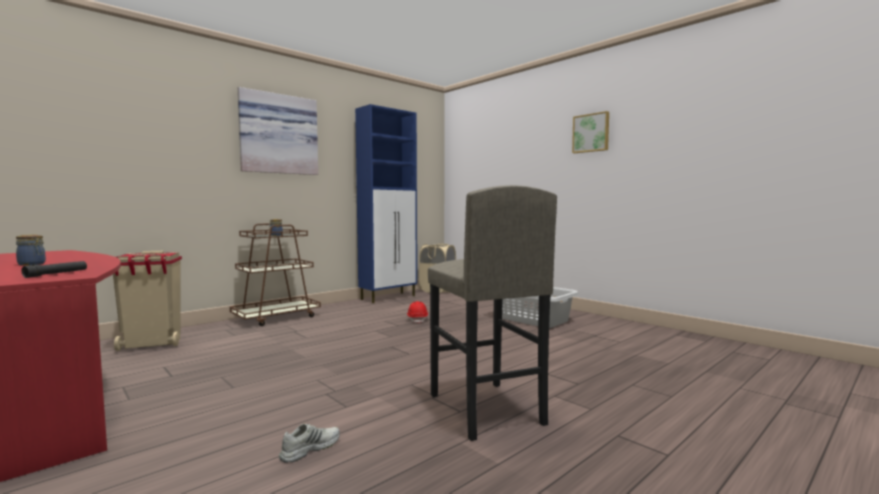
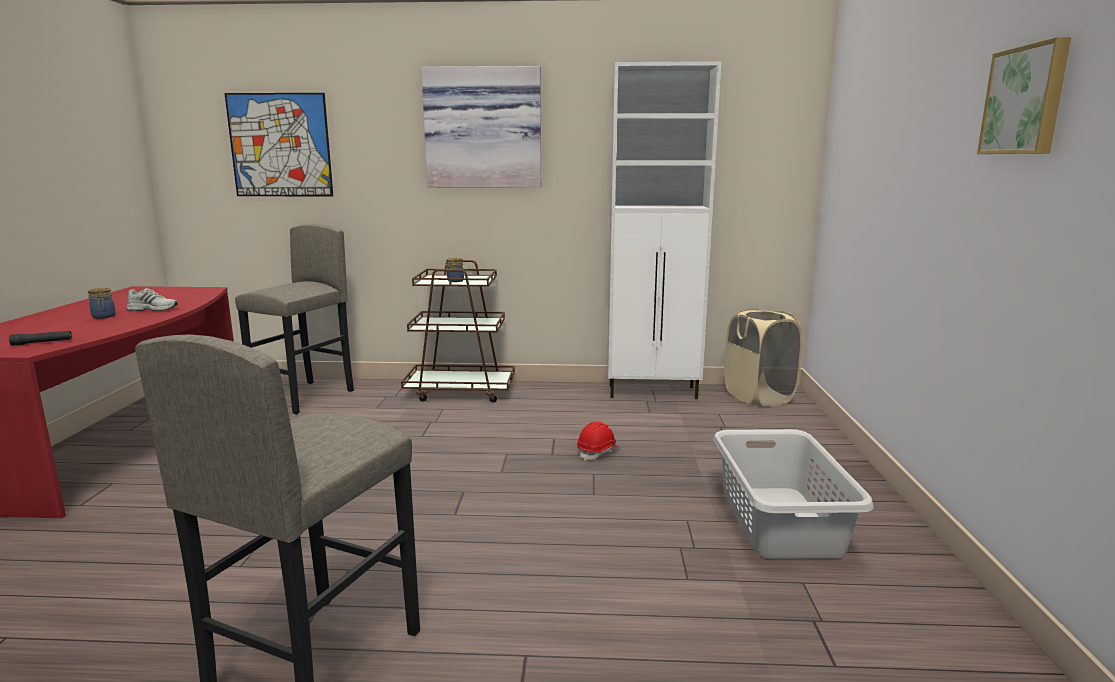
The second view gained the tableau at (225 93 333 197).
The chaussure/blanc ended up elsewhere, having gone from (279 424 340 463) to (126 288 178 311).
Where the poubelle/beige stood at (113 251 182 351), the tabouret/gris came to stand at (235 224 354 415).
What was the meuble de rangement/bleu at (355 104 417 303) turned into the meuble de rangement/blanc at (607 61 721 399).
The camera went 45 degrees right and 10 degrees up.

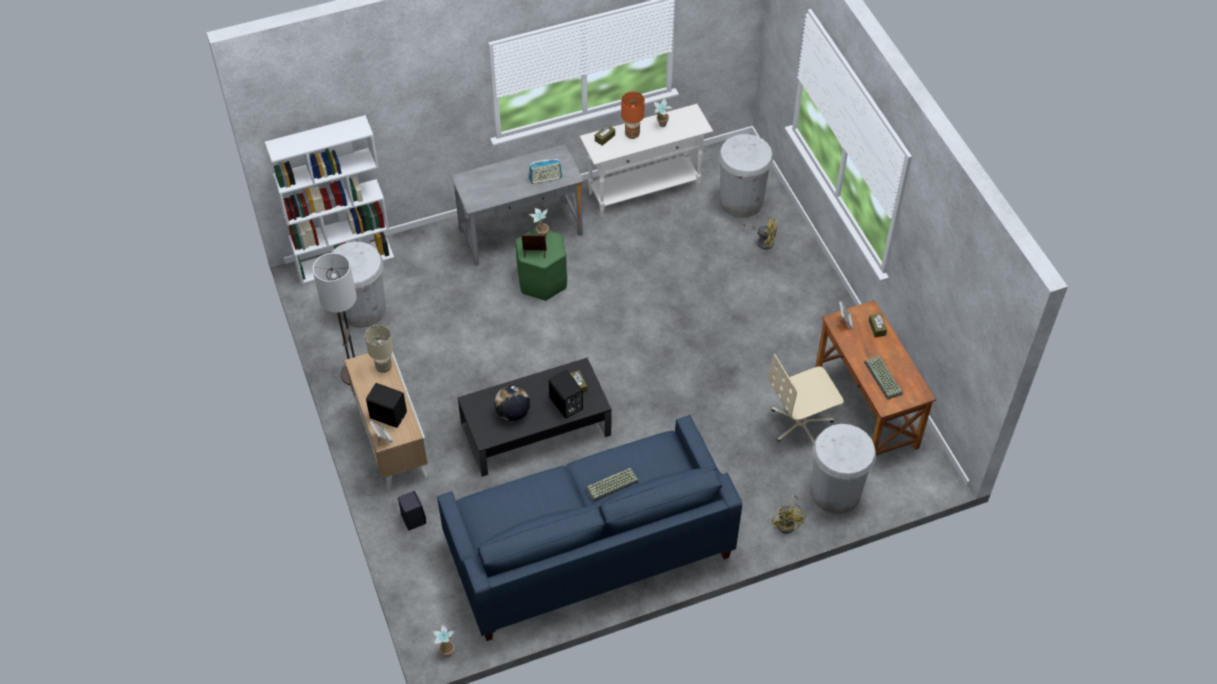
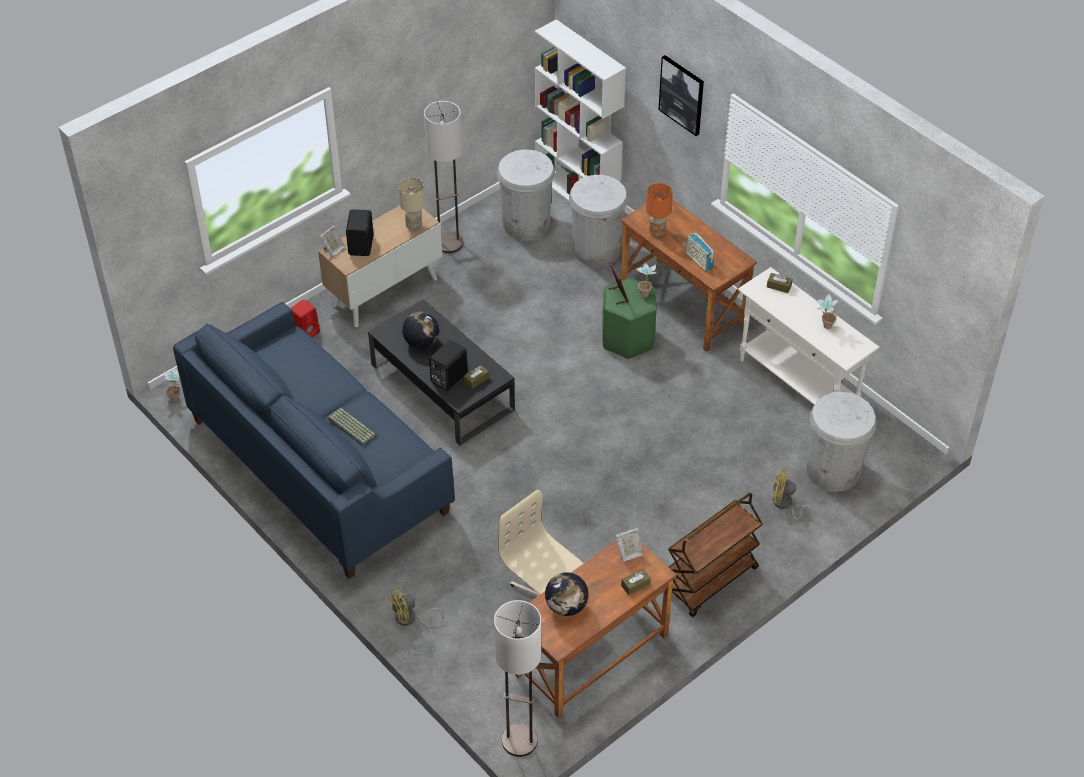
The second view gained the lampadaire at (494 600 541 757).
The second view gained the tableau at (658 55 704 136).
The second view gained the chariot/marron at (668 493 763 617).
The lampe de table/orange ended up elsewhere, having gone from (621 91 645 139) to (646 183 673 237).
The poubelle/blanc ended up elsewhere, having gone from (810 424 876 514) to (569 175 628 267).
Where the clavier stood at (864 356 903 400), the globe came to stand at (545 572 589 616).
What was the enceinte/noir at (398 491 426 531) turned into the enceinte/rouge at (290 299 320 337).
What was the bureau/gris at (451 144 584 266) turned into the bureau/marron at (620 200 757 352).
The ventilateur/jaune at (743 217 777 250) ended up facing another way, 105 degrees clockwise from before.
The camera went 70 degrees right and 5 degrees down.

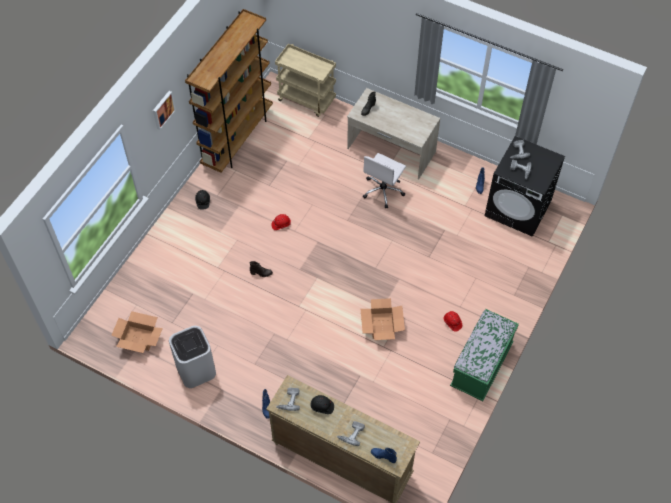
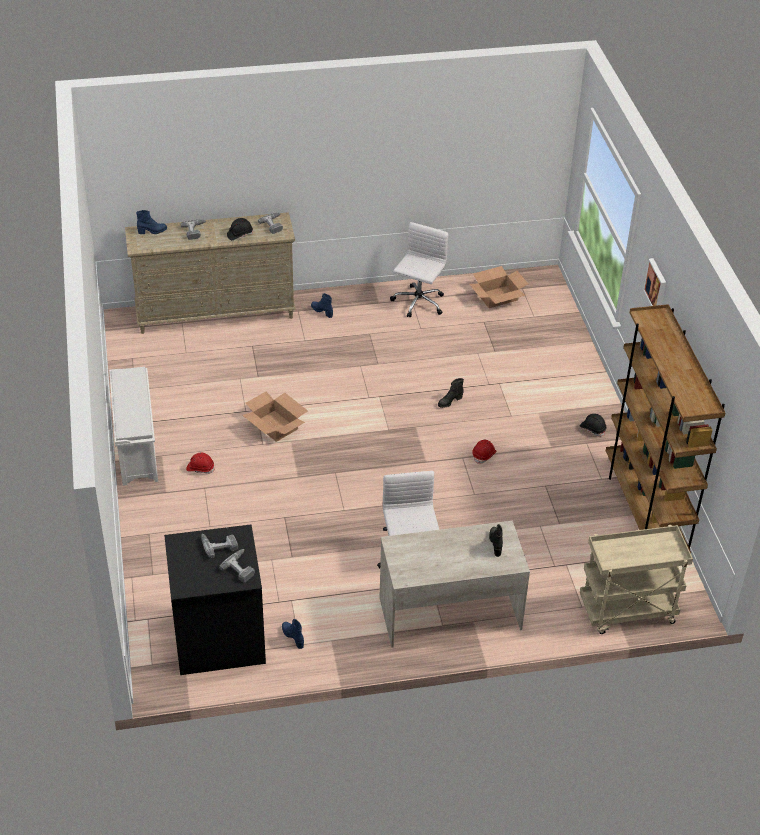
Where the poubelle/blanc stood at (169 326 216 388), the chaise de bureau/blanc came to stand at (390 222 448 318).
Where the banc/vert stood at (450 309 519 401), the étagère à chaussures/blanc came to stand at (109 367 158 486).
The camera went 140 degrees right and 15 degrees down.

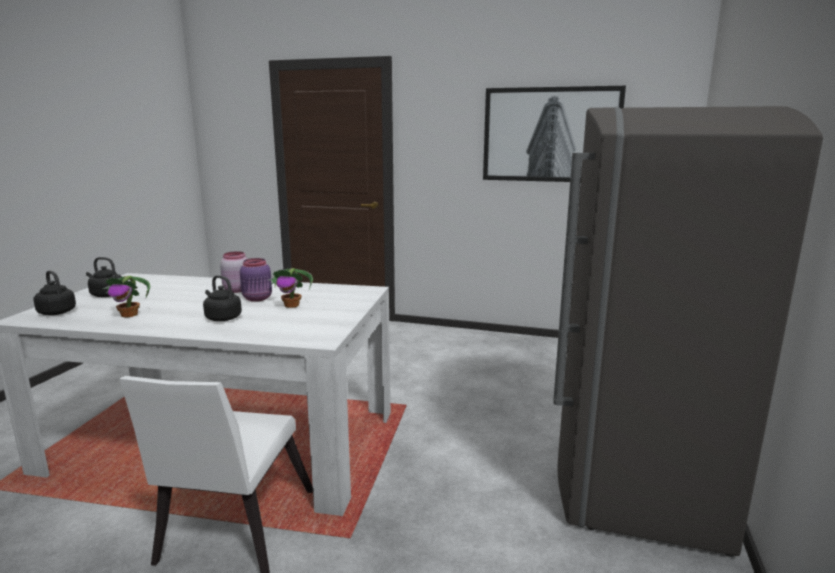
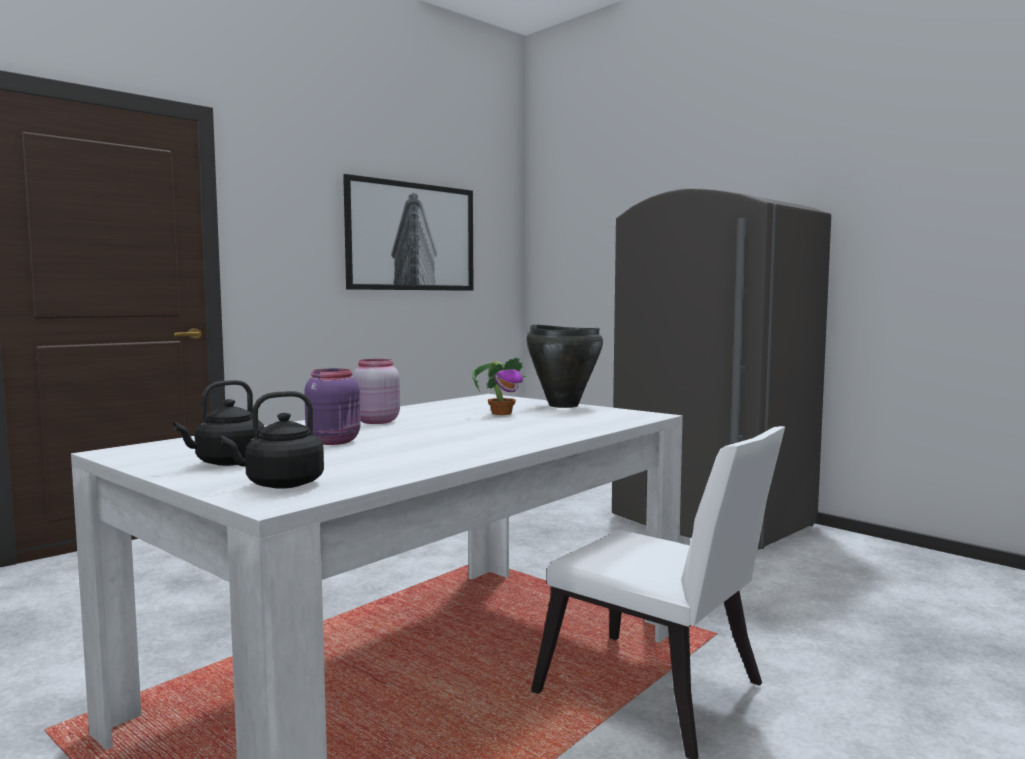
The second view lost the plante en pot at (103 276 150 317).
The second view lost the bouilloire/noir at (203 275 242 321).
The second view gained the marmite/noir at (526 324 603 408).
The bocal/violet ended up elsewhere, having gone from (240 258 272 302) to (304 368 360 445).
The camera went 60 degrees left and 10 degrees down.

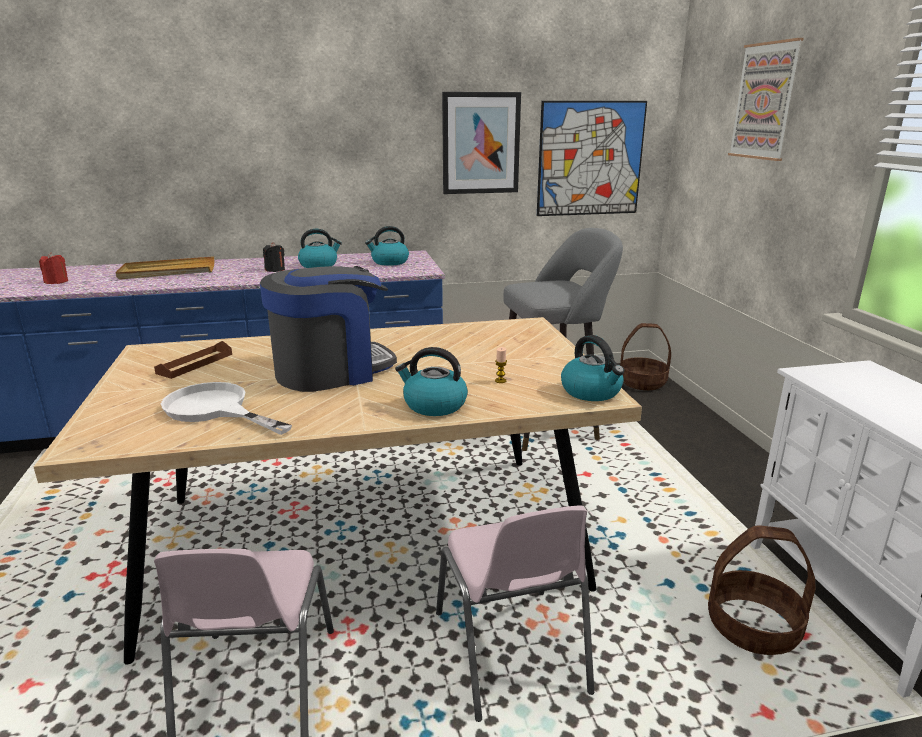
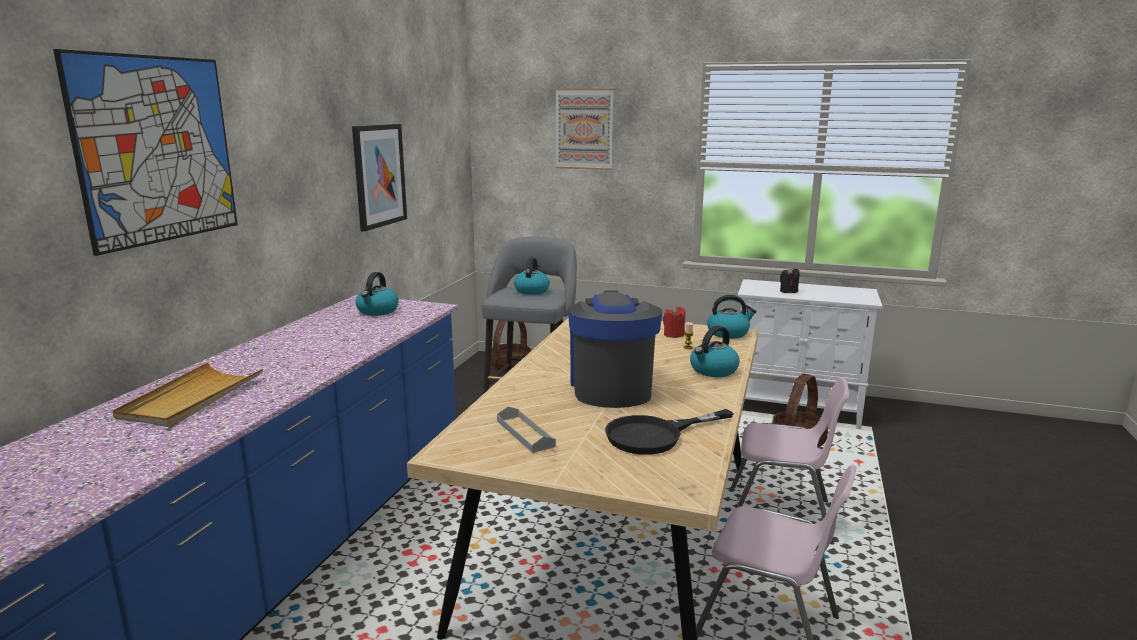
The bougie/rouge ended up elsewhere, having gone from (39 252 68 284) to (663 306 685 338).
The bougie/noir ended up elsewhere, having gone from (263 242 285 272) to (780 267 799 293).
The bouilloire ended up elsewhere, having gone from (298 229 342 268) to (514 257 550 295).
The tableau ended up elsewhere, having gone from (537 101 647 216) to (53 49 238 256).
What was the plateau/marron at (154 341 232 379) turned into the plateau/gris at (497 407 556 453).
What was the poêle/blanc at (161 382 292 435) turned into the poêle/noir at (605 409 734 454).
The camera went 60 degrees left and 5 degrees down.

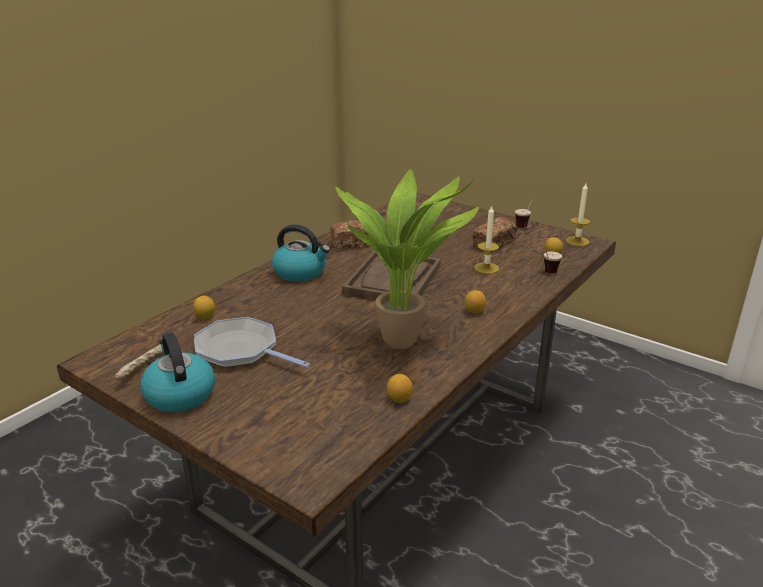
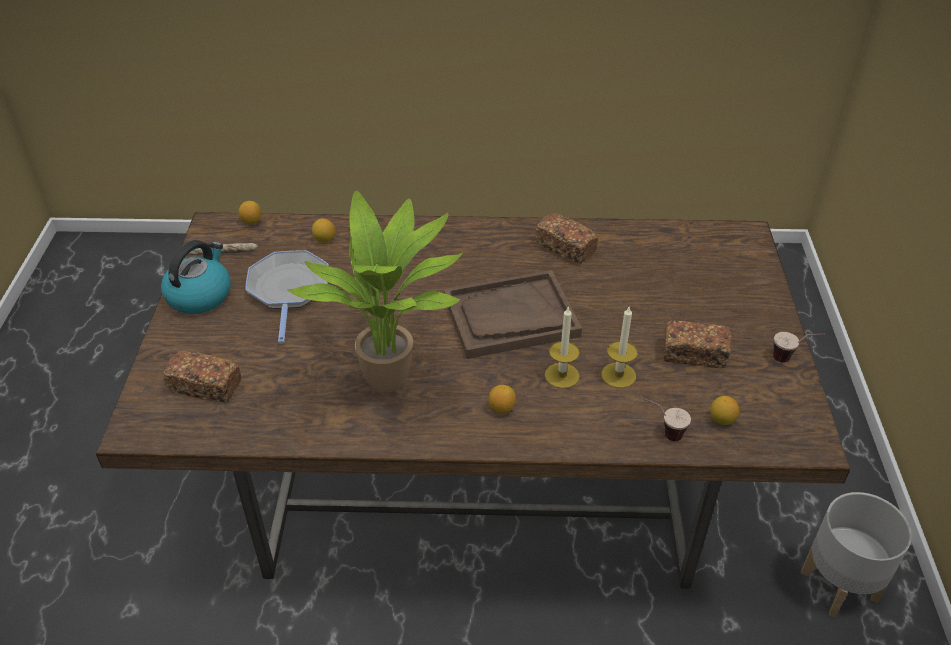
The second view lost the bouilloire at (272 224 330 282).
The second view gained the pain at (163 351 241 403).
The second view gained the cache-pot/gris at (801 492 912 617).
The citron ended up elsewhere, having gone from (387 374 413 403) to (238 201 261 225).
The bougie ended up elsewhere, having gone from (566 183 591 246) to (545 306 580 389).
The camera went 55 degrees right and 15 degrees up.

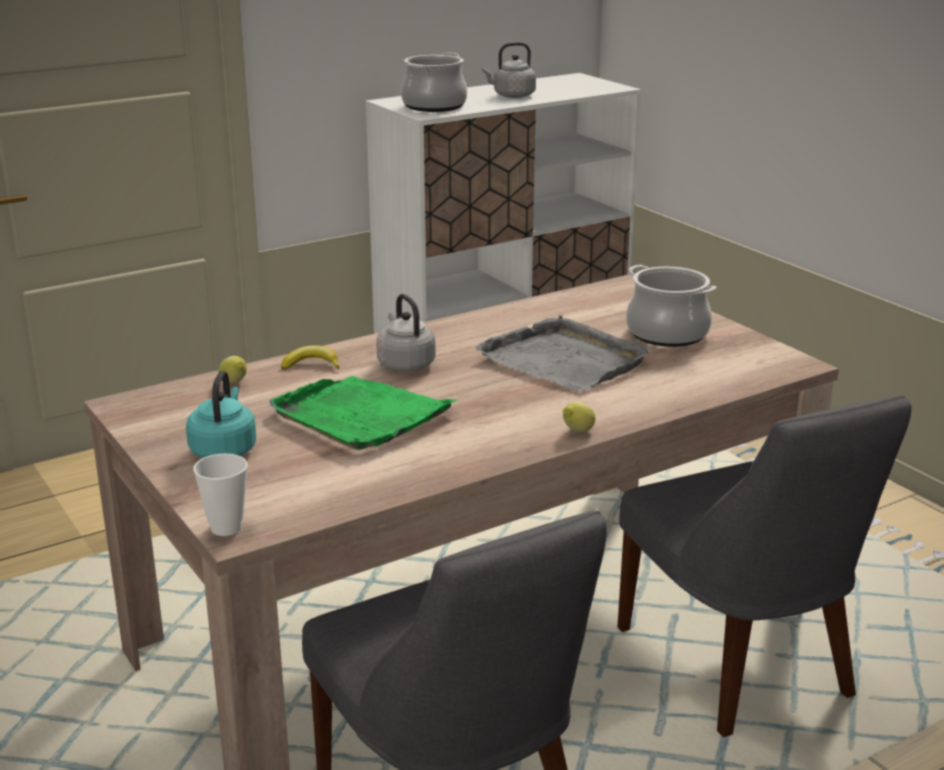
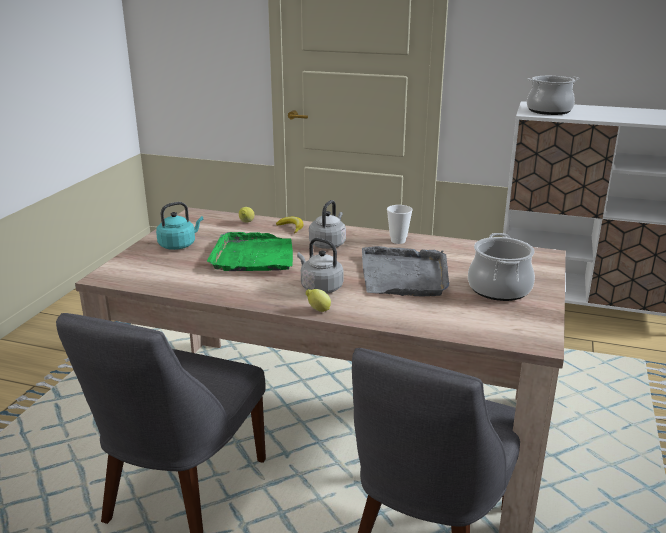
The tasse ended up elsewhere, having gone from (193 454 248 536) to (387 205 413 244).
The bouilloire/gris ended up elsewhere, having gone from (482 42 536 98) to (297 238 344 293).
The camera went 50 degrees right and 0 degrees up.

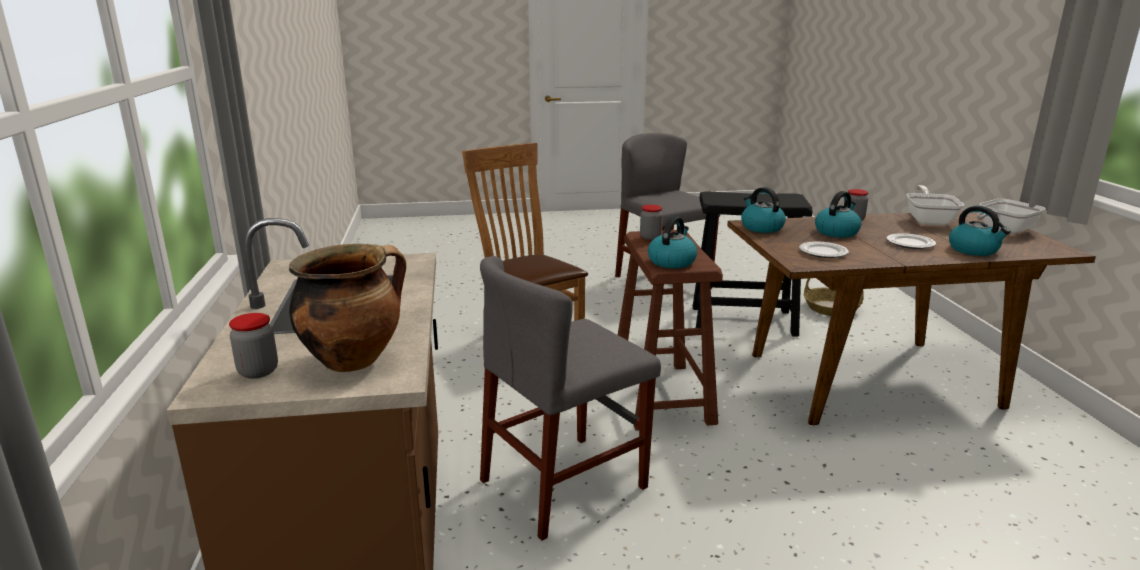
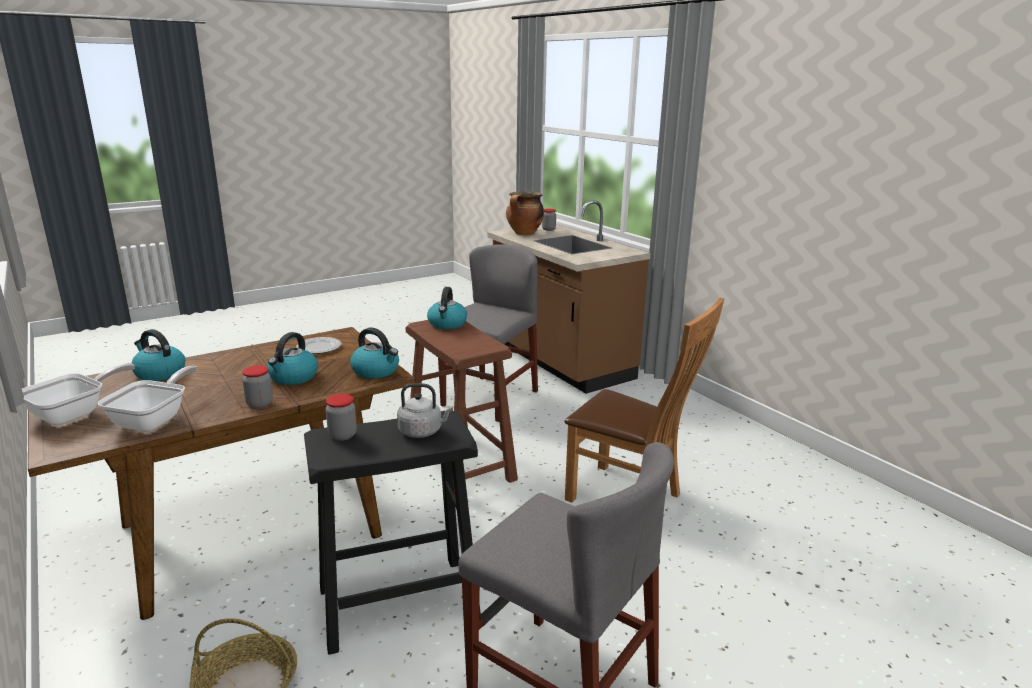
The second view lost the assiette at (886 233 936 249).
The second view gained the bouilloire/gris at (397 383 453 438).
The bocal ended up elsewhere, having gone from (640 205 663 240) to (326 394 357 441).
The poêle at (906 185 964 226) ended up facing another way, 150 degrees counterclockwise from before.
The camera went 155 degrees right and 0 degrees up.

